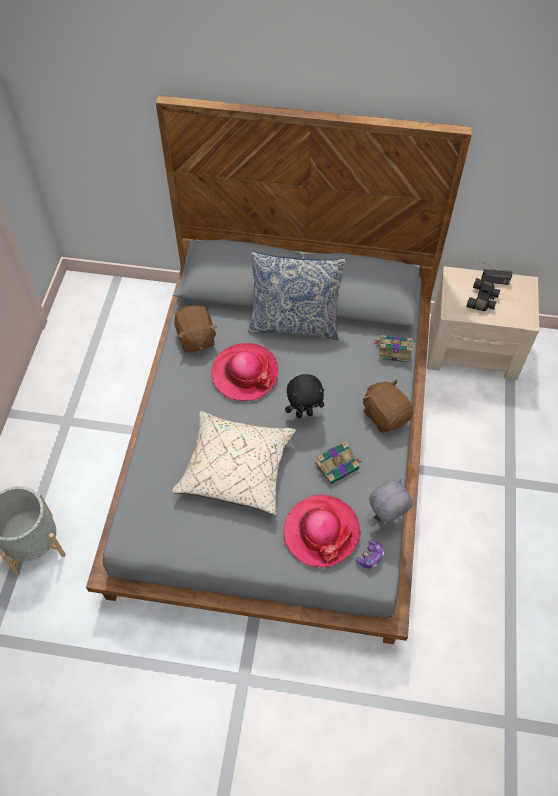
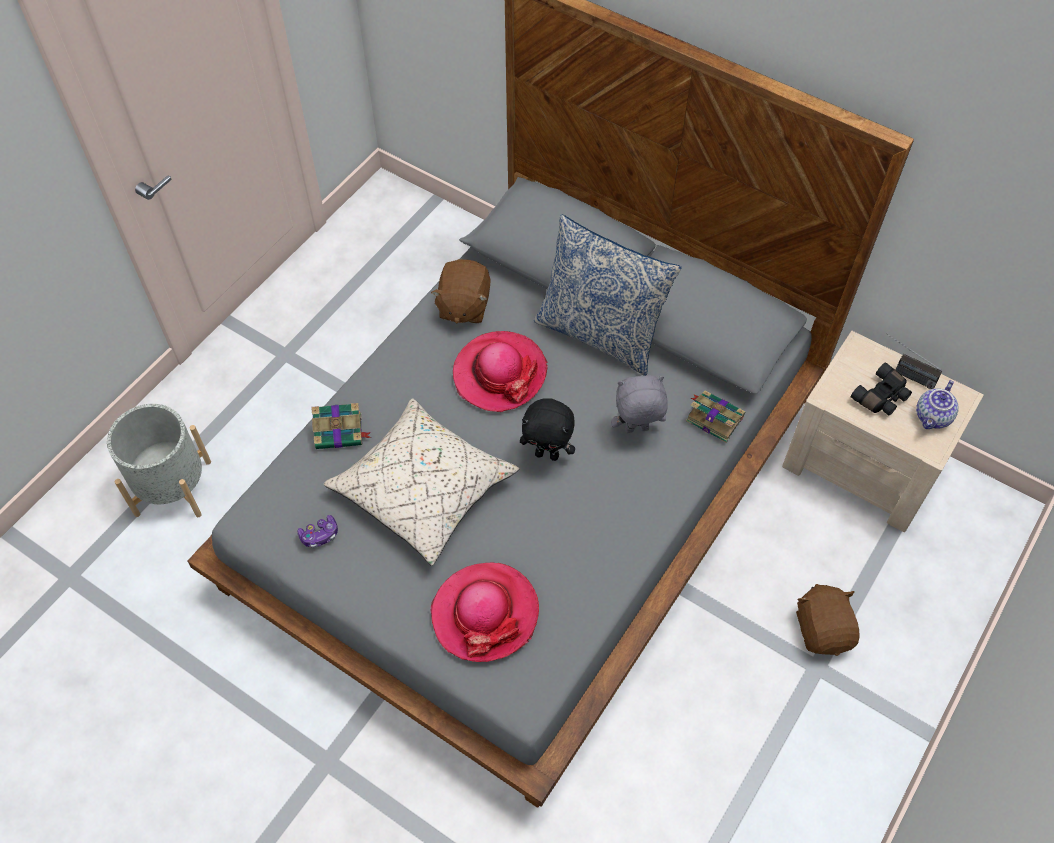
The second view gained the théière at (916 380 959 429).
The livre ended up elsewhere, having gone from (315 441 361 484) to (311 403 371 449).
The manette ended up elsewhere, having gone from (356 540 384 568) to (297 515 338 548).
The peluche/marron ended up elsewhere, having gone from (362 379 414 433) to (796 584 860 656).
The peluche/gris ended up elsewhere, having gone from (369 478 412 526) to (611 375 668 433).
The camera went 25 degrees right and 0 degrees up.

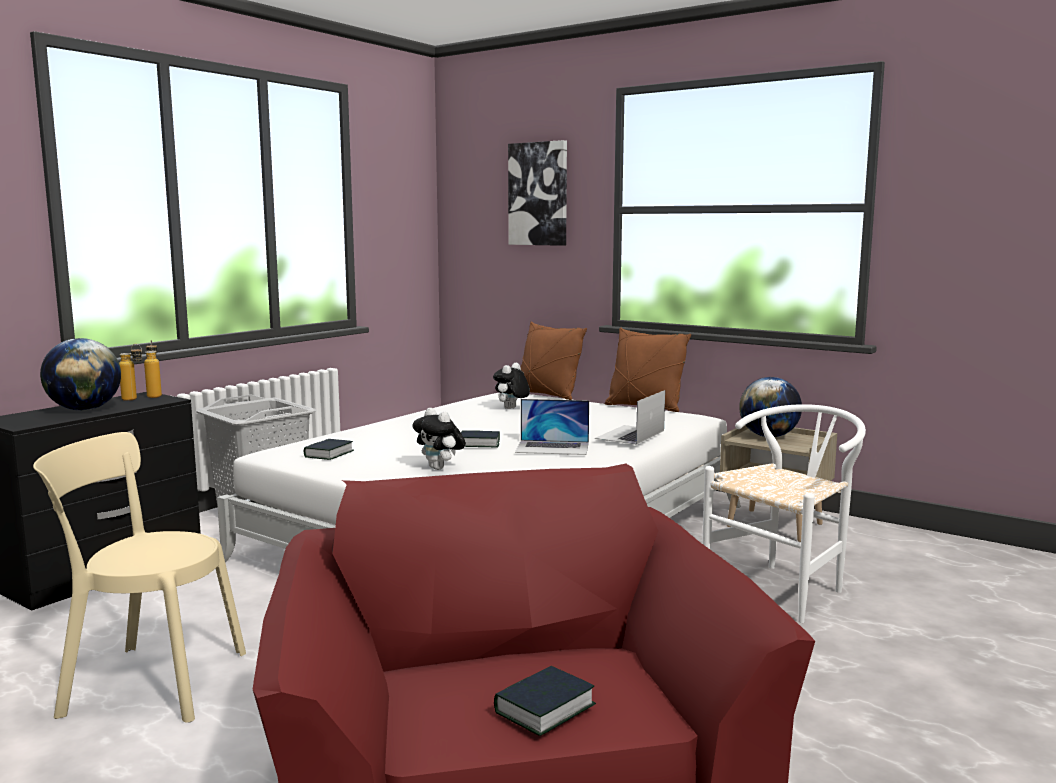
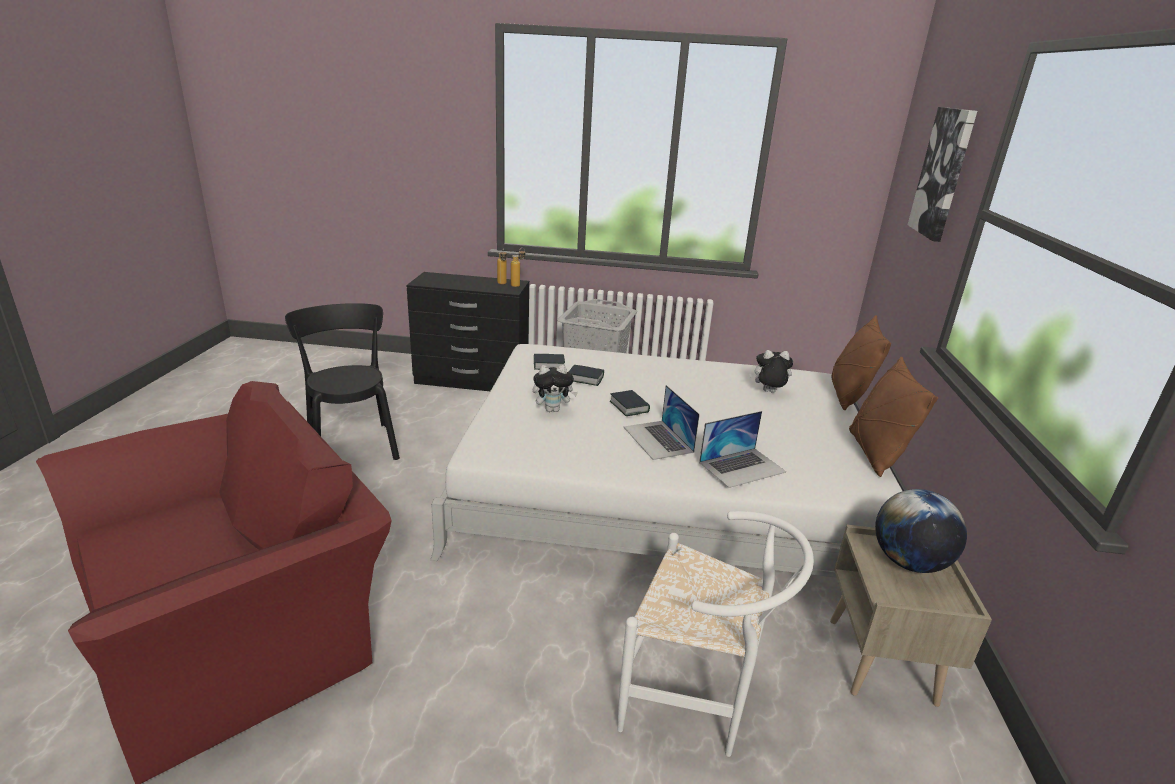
The second view lost the globe at (40 338 121 411).
The livre ended up elsewhere, having gone from (494 666 596 736) to (569 365 604 386).
What was the chaise/beige at (33 432 246 723) turned into the chaise/noir at (285 303 400 460).
The peluche at (412 408 466 470) ended up facing another way, 120 degrees counterclockwise from before.
The ordinateur portable at (595 390 665 445) ended up facing another way, 150 degrees clockwise from before.
The camera went 60 degrees right and 15 degrees up.

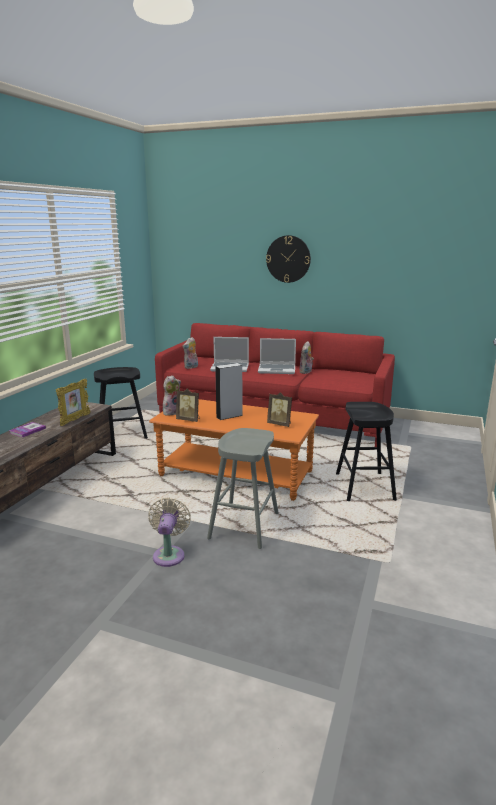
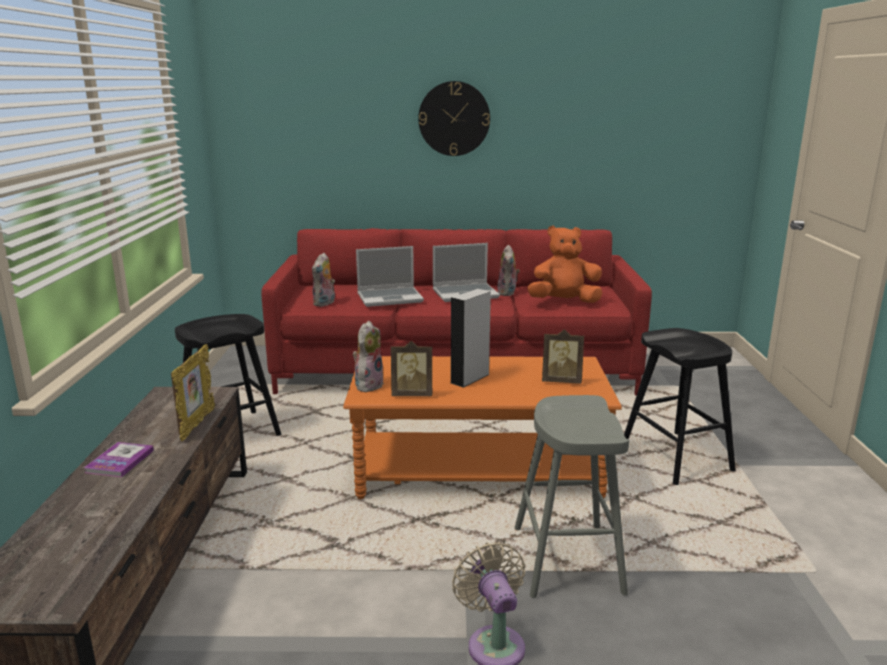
The second view gained the peluche/orange at (527 226 603 303).
The camera went 20 degrees left and 0 degrees up.

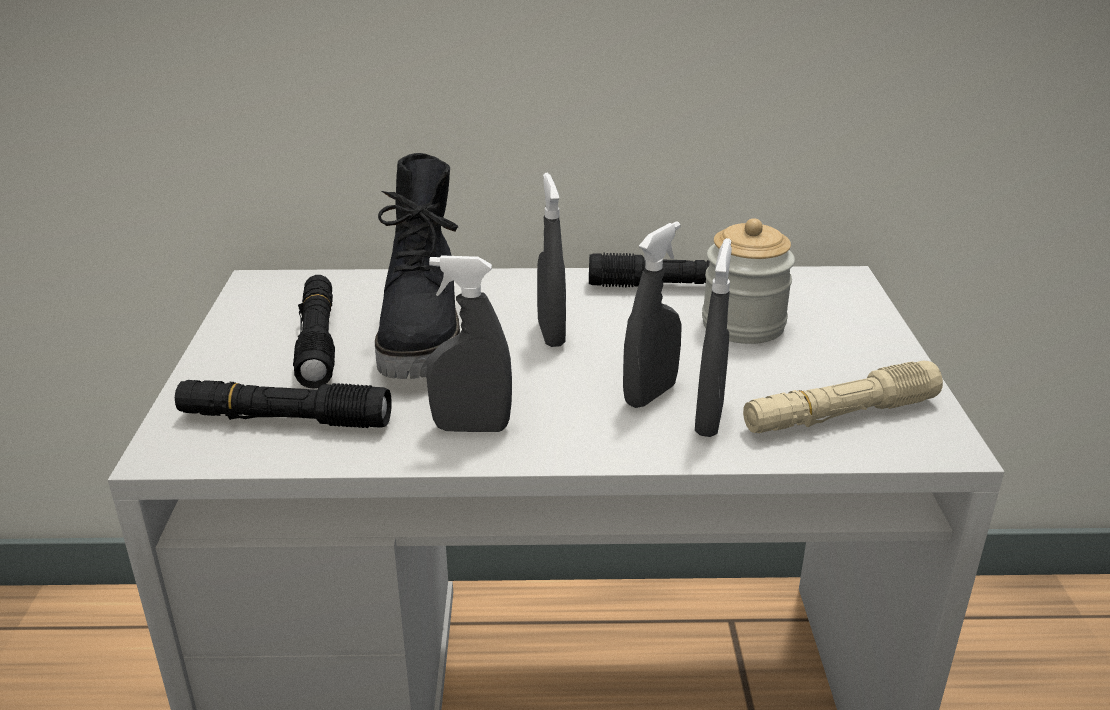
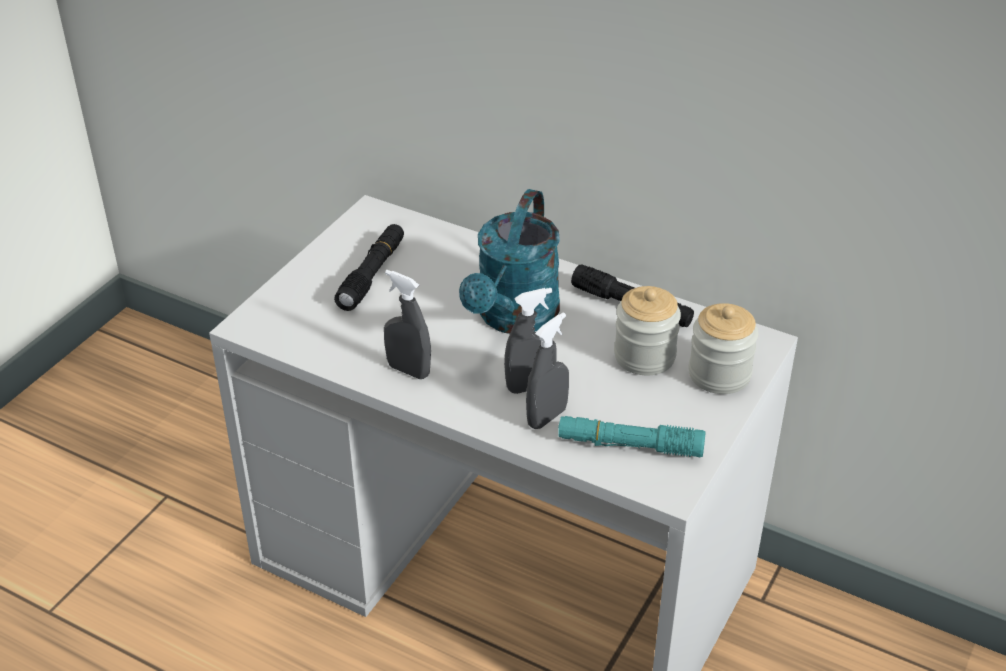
The second view lost the lampe de poche/noir at (175 380 392 428).
The second view lost the botte/noir at (375 153 460 379).
The second view gained the bocal at (688 303 759 394).
Where the vaporisateur/gris stood at (537 173 566 347), the arrosoir/turquoise came to stand at (459 189 560 334).
What was the lampe de poche/beige at (743 360 943 433) turned into the lampe de poche/turquoise at (558 416 706 457).
The camera went 30 degrees right and 10 degrees up.

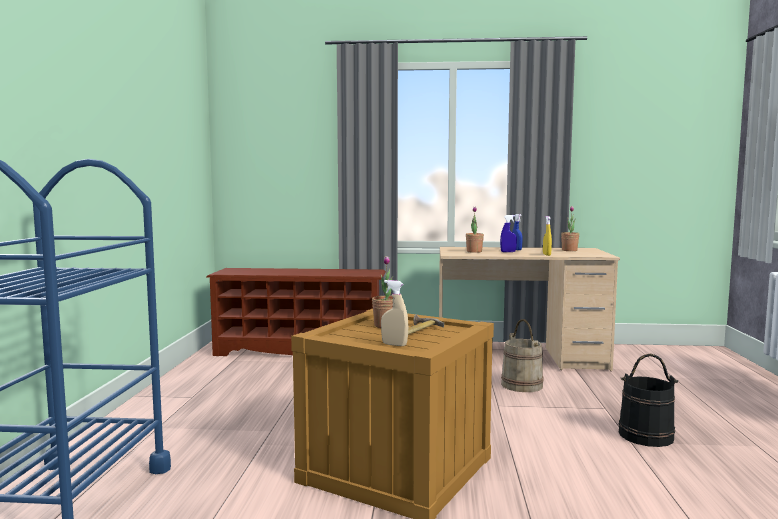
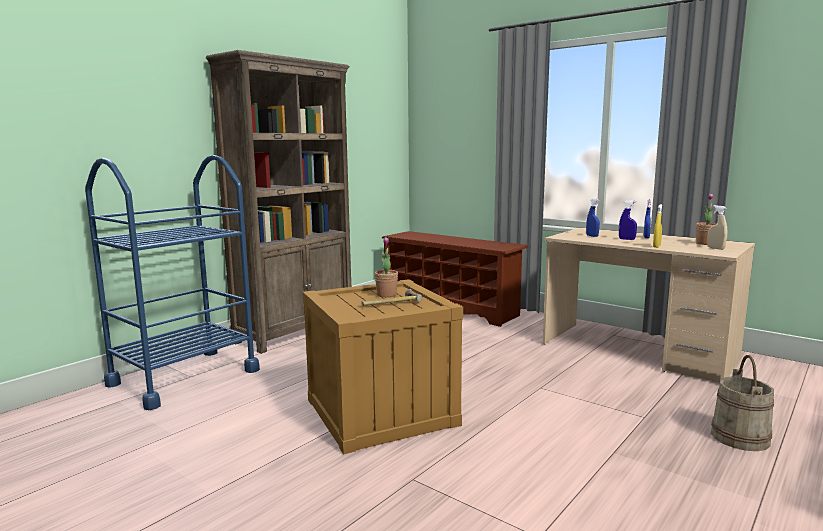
The second view lost the seau/noir at (619 353 678 447).
The second view gained the bibliothèque/marron at (206 50 351 354).
The vaporisateur/beige ended up elsewhere, having gone from (381 280 408 346) to (707 205 727 250).
The seau/beige ended up elsewhere, having gone from (501 319 544 392) to (711 355 774 451).
Where the plante en pot stood at (466 207 484 253), the vaporisateur/bleu came to stand at (586 198 600 237).
The camera went 35 degrees right and 5 degrees up.

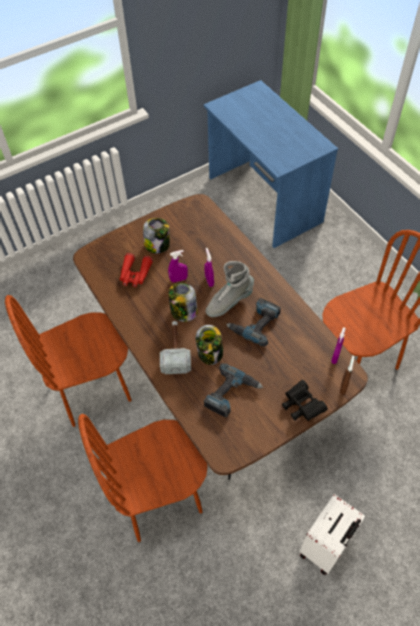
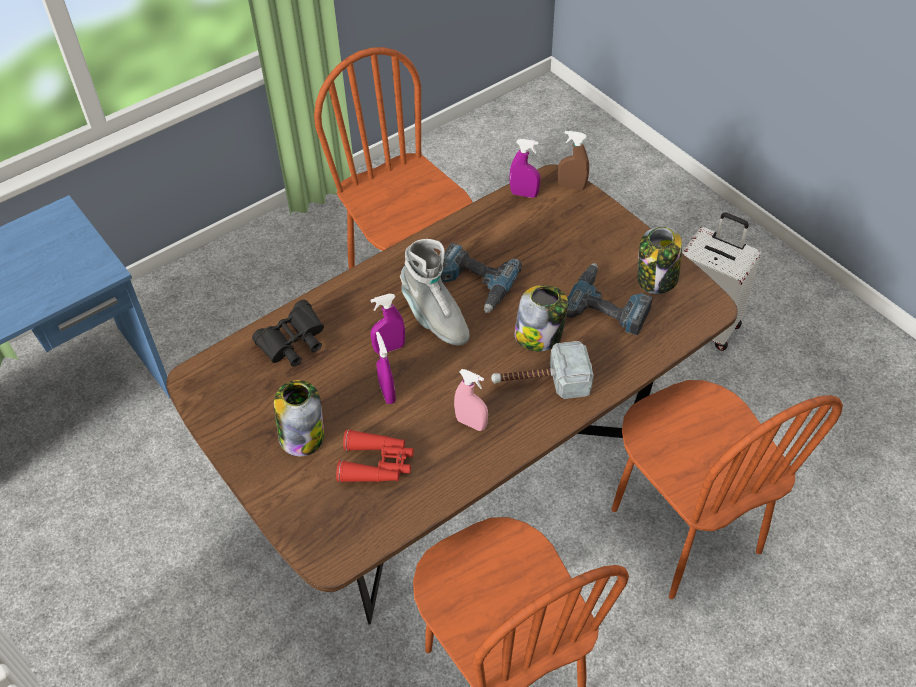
The second view gained the vaporisateur/rose at (454 369 488 431).
The bocal ended up elsewhere, having gone from (168 283 198 322) to (637 226 682 294).
The jumelles/noir ended up elsewhere, having gone from (282 380 328 421) to (252 300 324 367).
The camera went 95 degrees left and 5 degrees down.

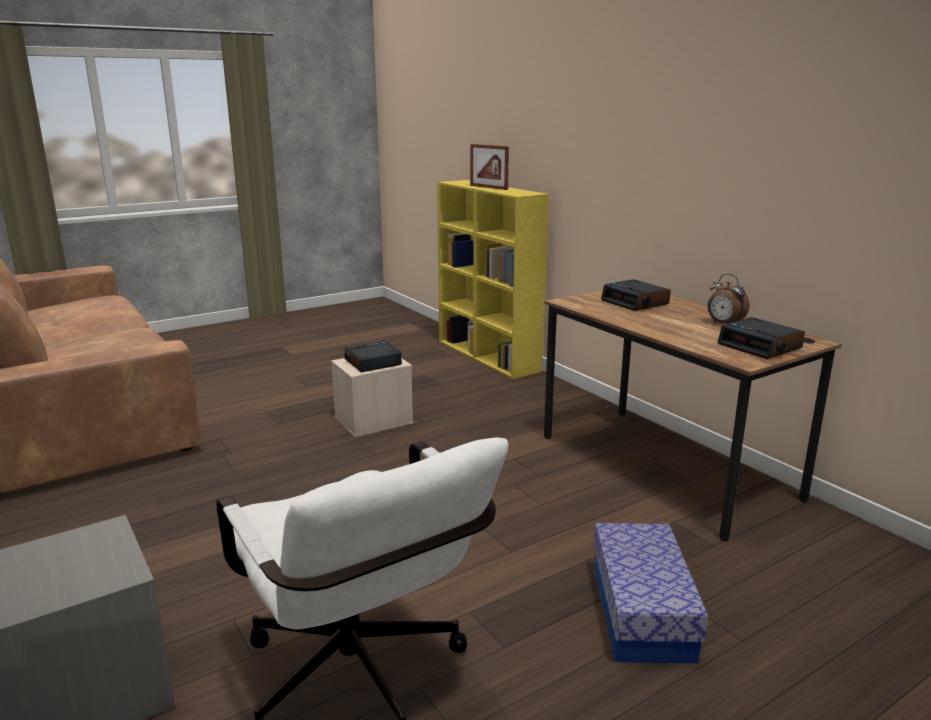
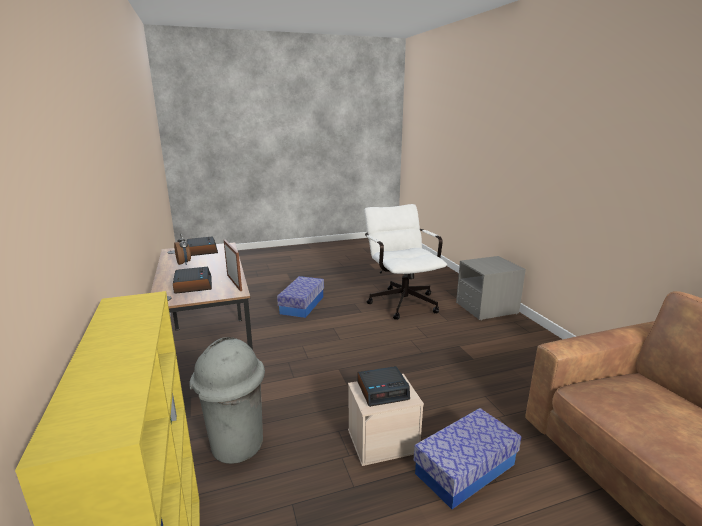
The second view gained the poubelle/gris at (190 337 265 464).
The second view gained the boîte de rangement at (414 408 521 509).
The cadre photo ended up elsewhere, having gone from (470 144 509 190) to (224 240 242 291).
The camera went 165 degrees left and 0 degrees up.

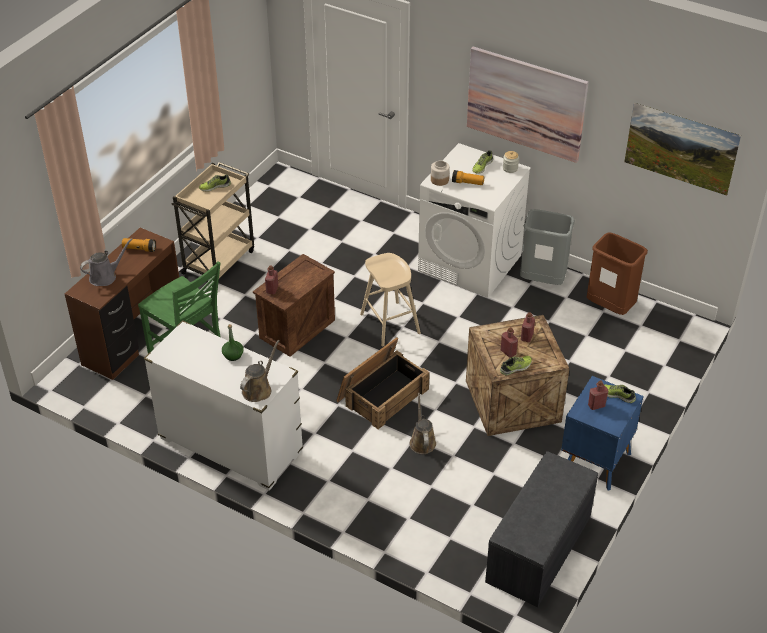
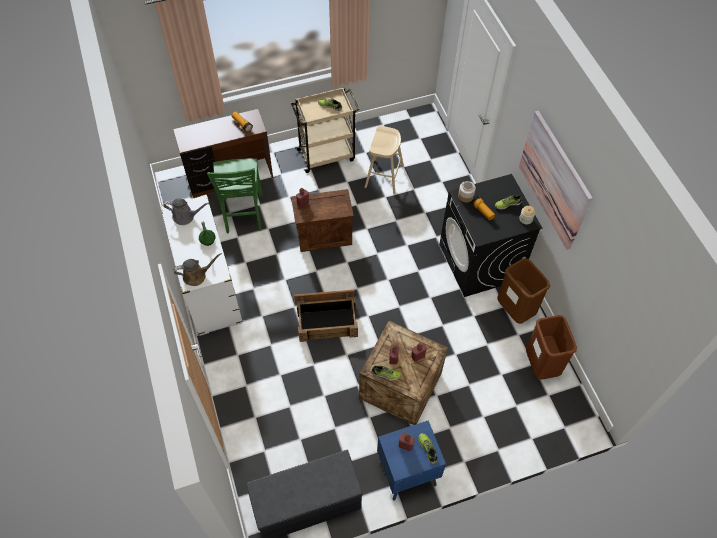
The second view lost the arrosoir/marron at (409 393 436 454).
The second view lost the tableau at (624 103 741 196).
The arrosoir/gris ended up elsewhere, having gone from (80 238 133 286) to (163 198 209 225).
The tabouret/beige ended up elsewhere, having gone from (360 253 421 346) to (365 126 404 195).
What was the lave-linge/blanc at (418 143 531 298) turned into the lave-linge/noir at (439 174 542 297).
What was the poubelle/gris at (520 209 575 285) turned into the poubelle/marron at (497 258 550 324).
The camera went 40 degrees right and 15 degrees up.

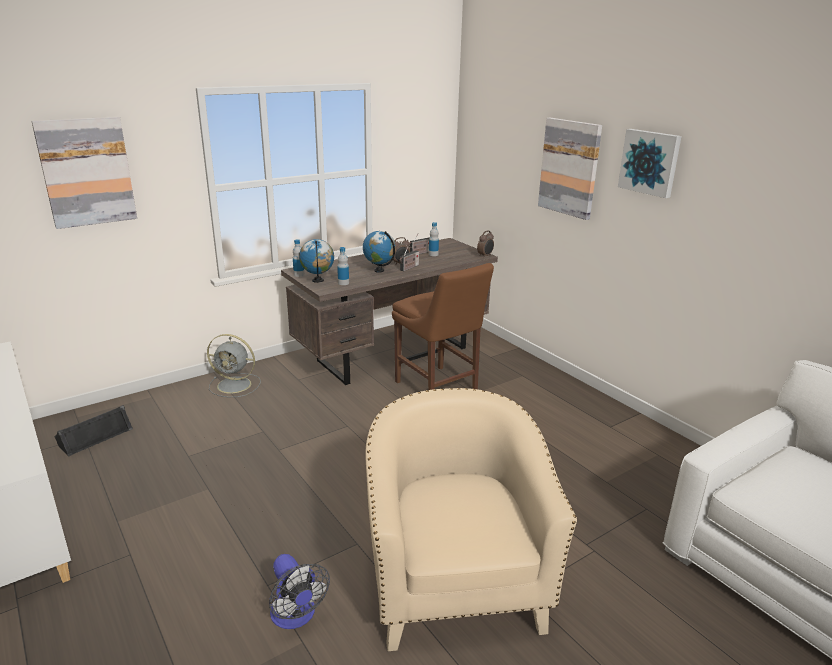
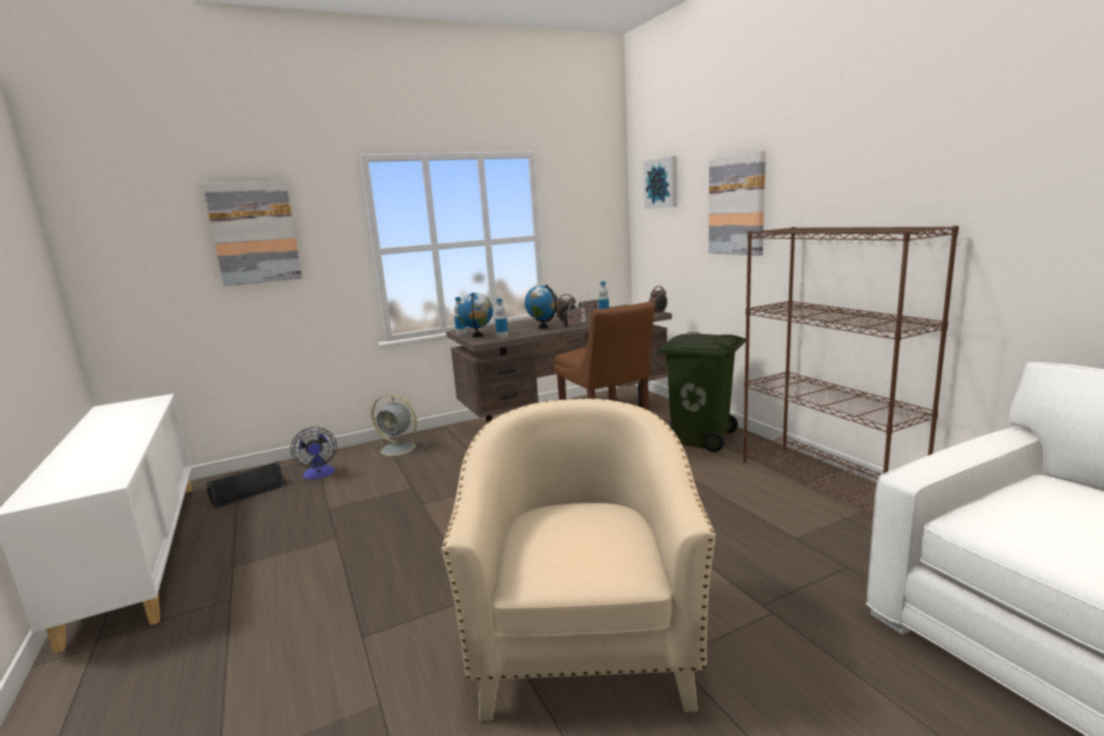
The second view gained the poubelle/vert at (657 332 746 452).
The second view gained the bibliothèque/marron at (743 226 959 513).
The ventilateur ended up elsewhere, having gone from (269 554 330 629) to (291 427 337 479).
The tableau ended up elsewhere, having gone from (618 129 682 198) to (644 156 677 209).
The camera went 10 degrees right and 10 degrees down.

